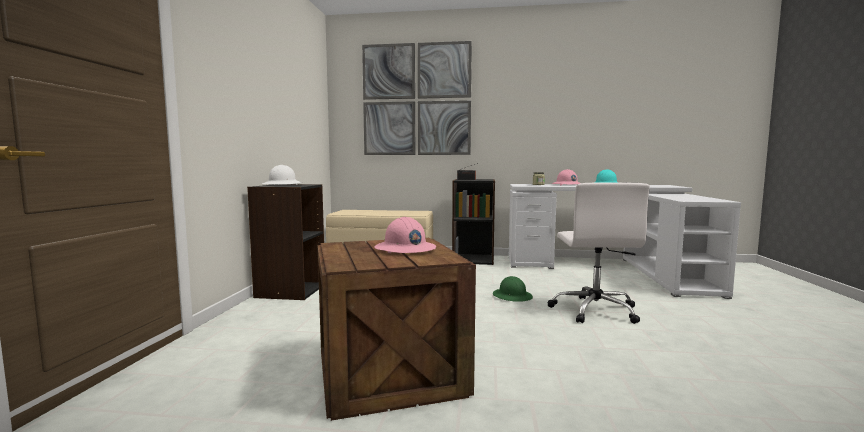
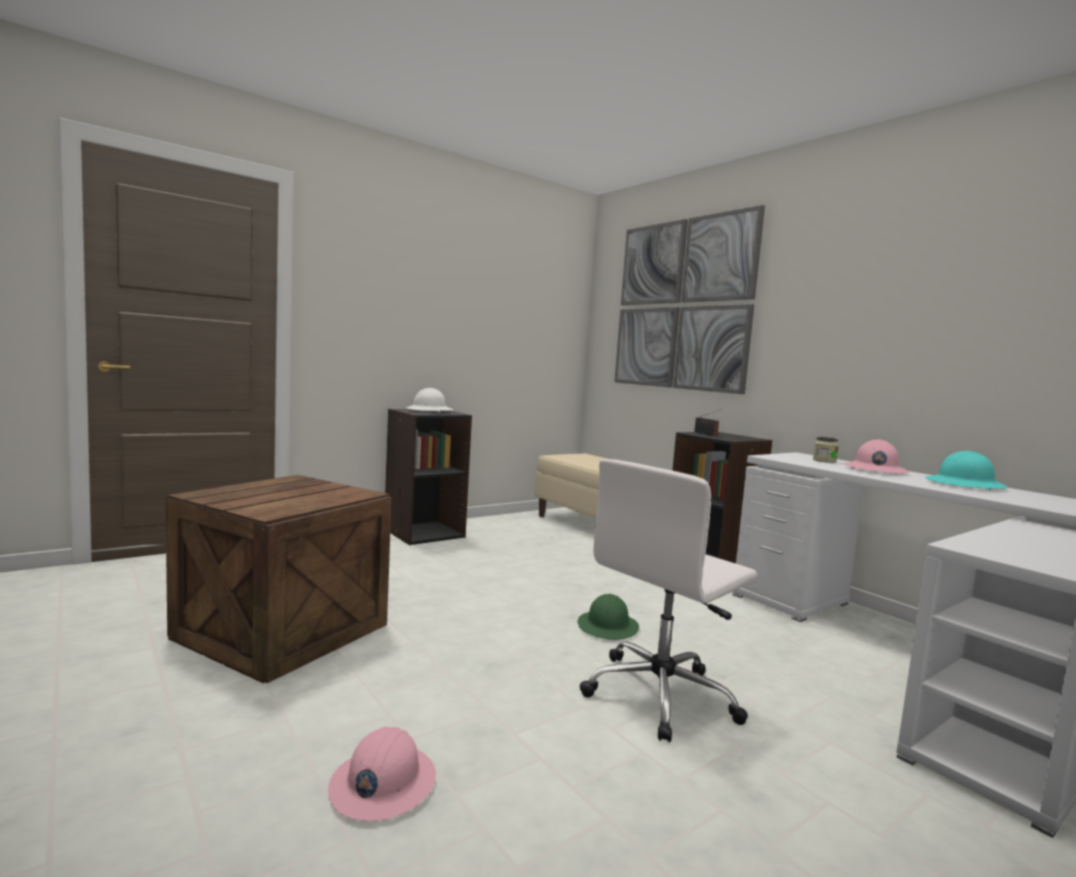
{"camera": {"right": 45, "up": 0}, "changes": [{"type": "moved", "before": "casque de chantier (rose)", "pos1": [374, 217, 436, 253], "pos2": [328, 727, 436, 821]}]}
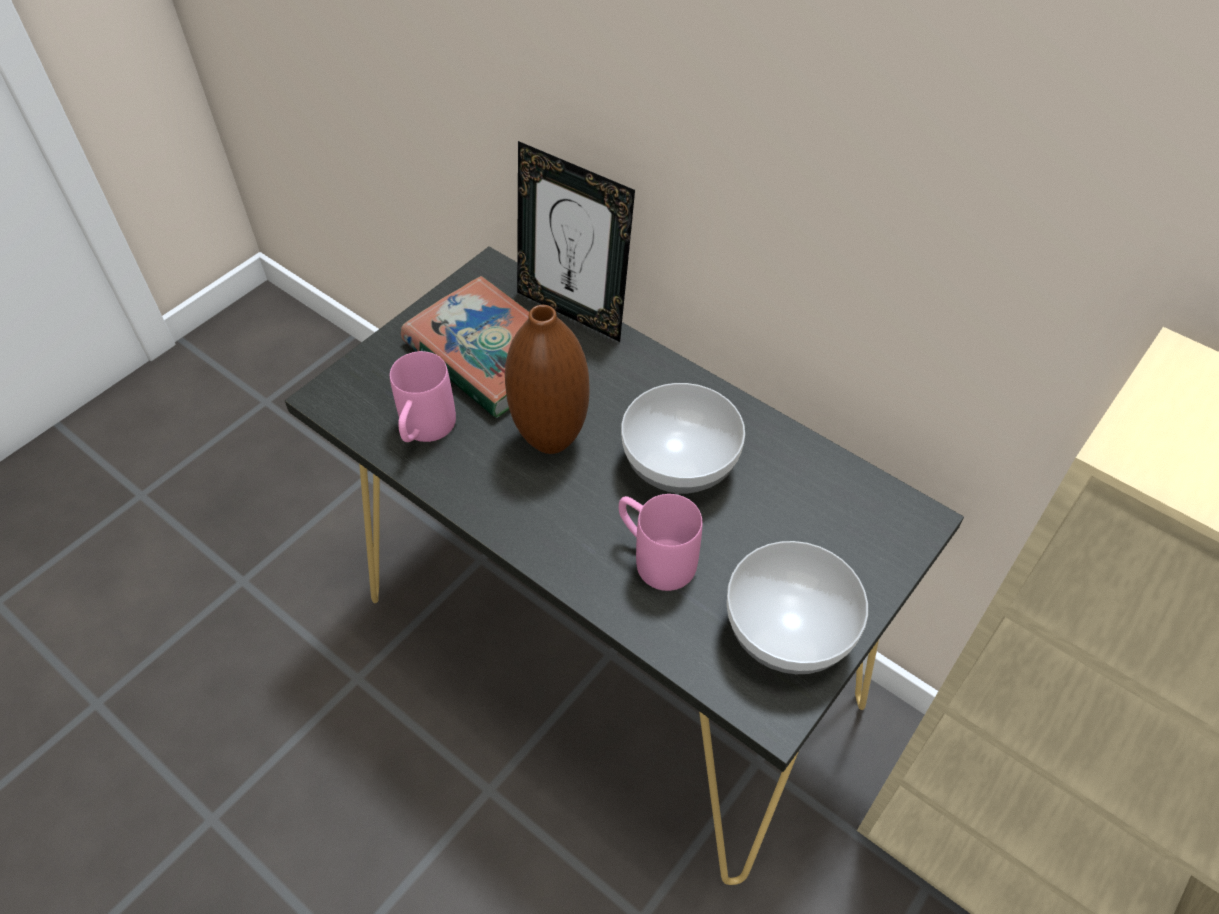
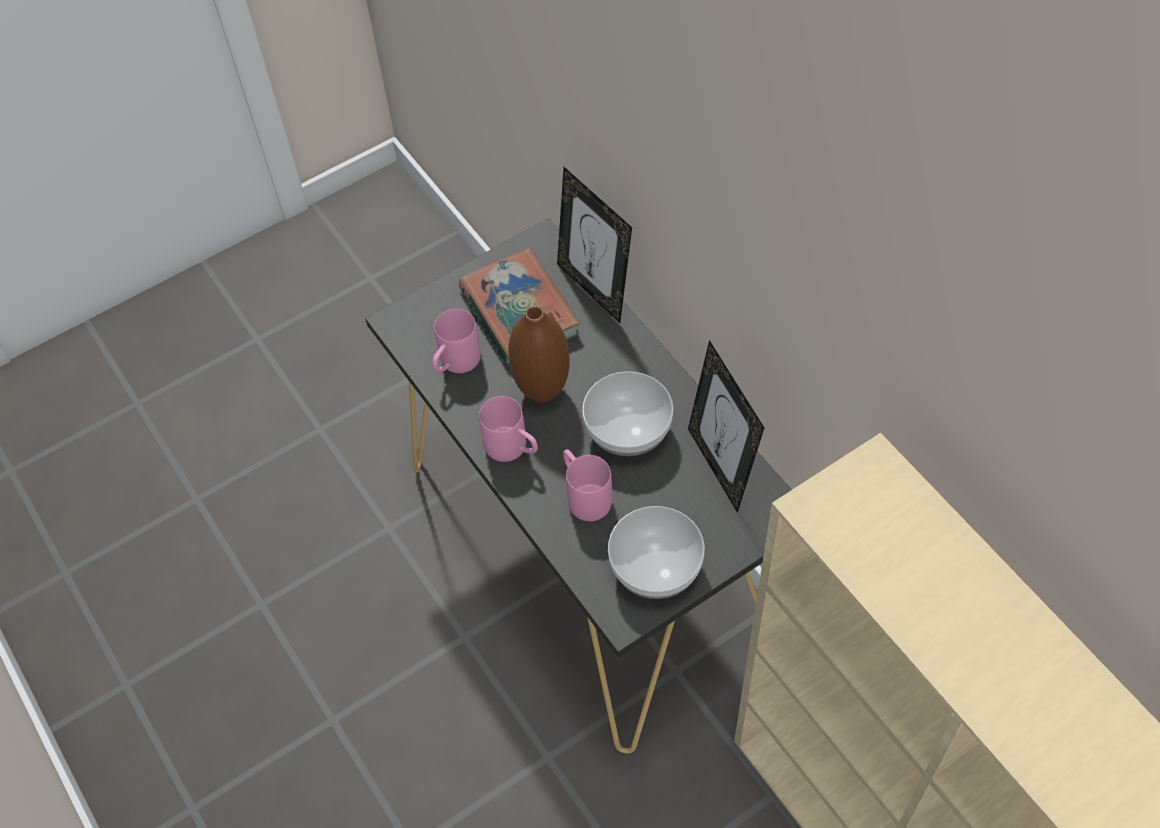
{"camera": {"right": 20, "up": 5}, "changes": [{"type": "added", "after": "mug (rose)", "pos2": [479, 396, 538, 462]}, {"type": "added", "after": "cadre photo", "pos2": [688, 340, 764, 513]}]}
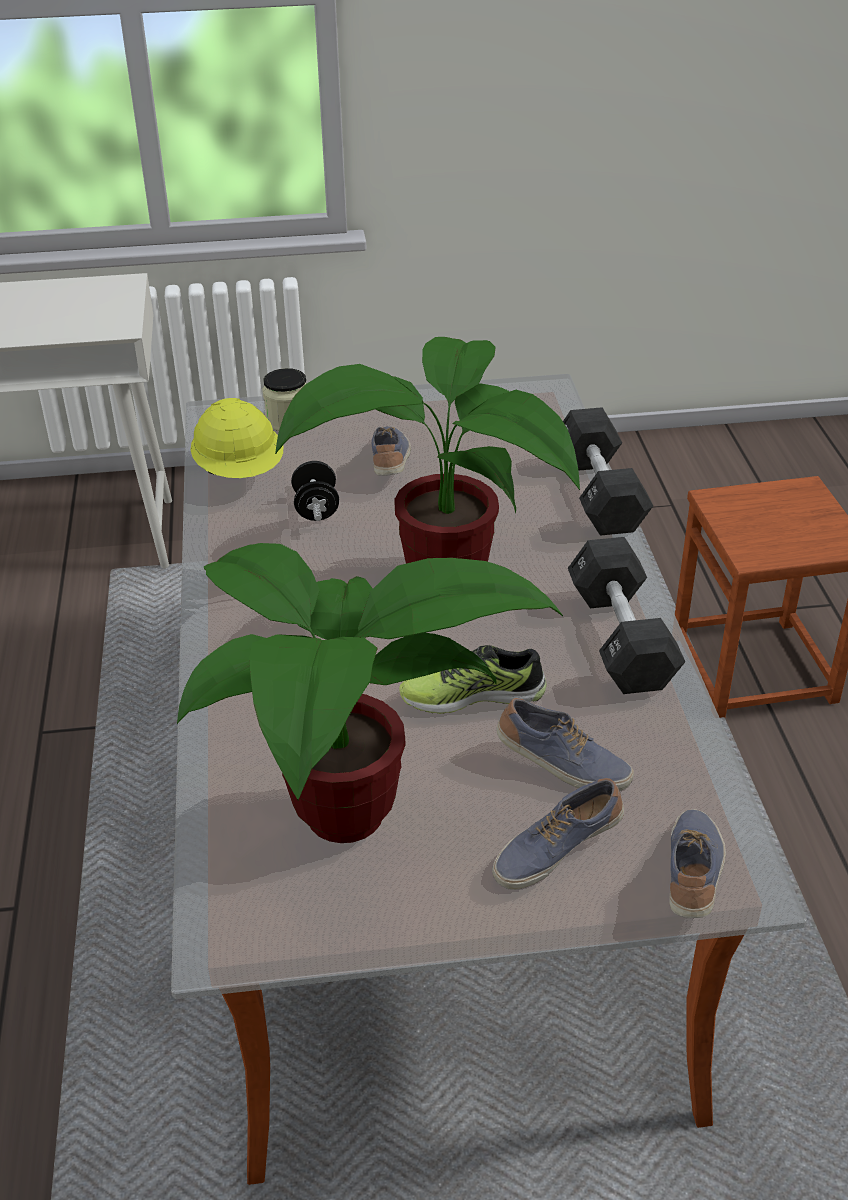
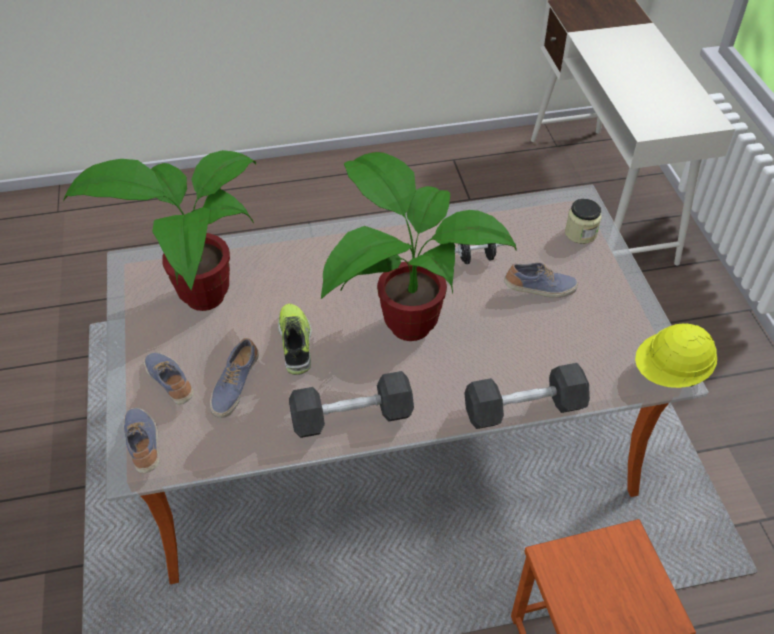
{"camera": {"right": 85, "up": 10}, "changes": [{"type": "moved", "before": "casque de chantier (jaune)", "pos1": [191, 398, 283, 478], "pos2": [635, 323, 717, 388]}, {"type": "turned", "before": "chaussure", "pos1": [669, 809, 726, 918], "pos2": [124, 408, 160, 473], "turn": -120}]}
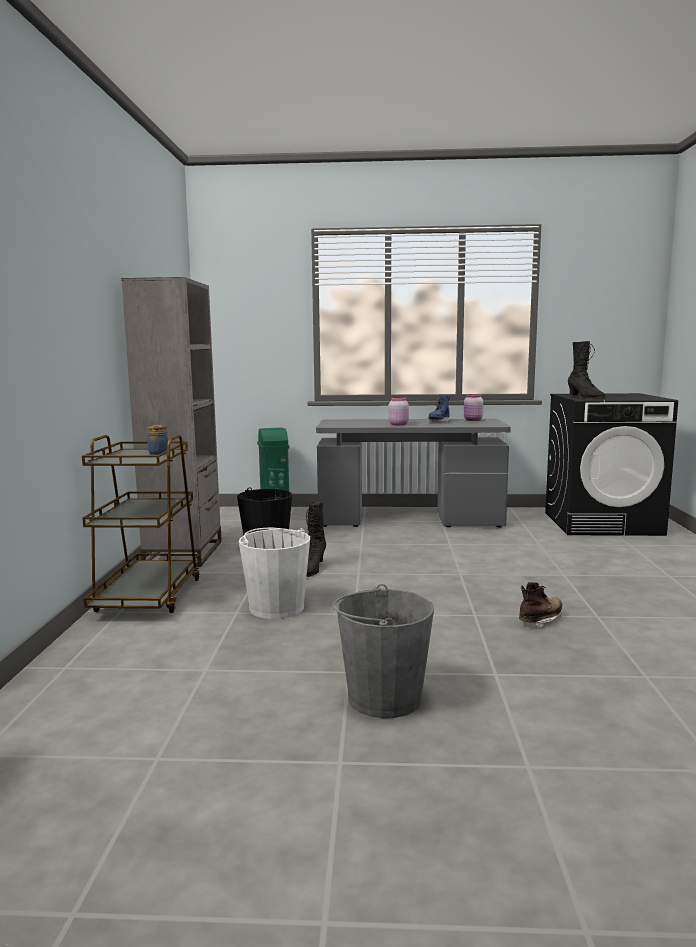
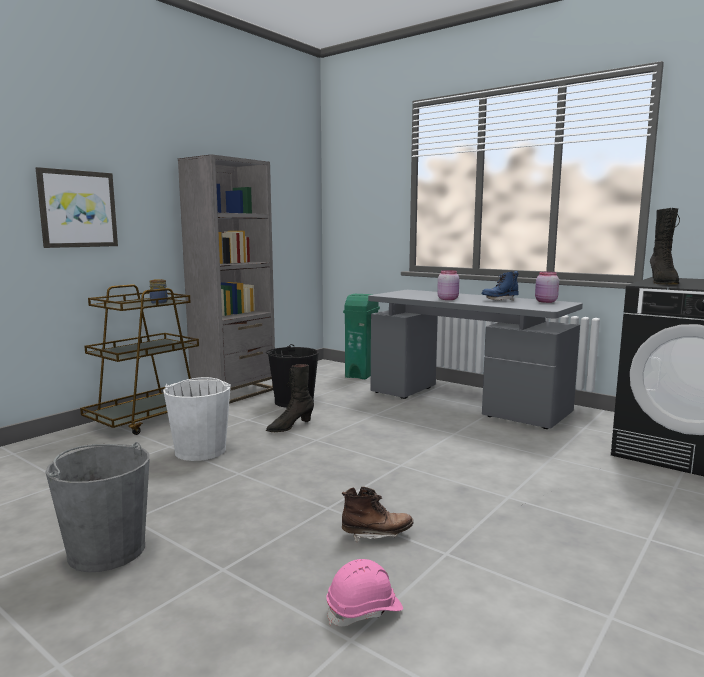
{"camera": {"right": 35, "up": 0}, "changes": [{"type": "added", "after": "tableau", "pos2": [36, 167, 118, 248]}, {"type": "added", "after": "casque de chantier (rose)", "pos2": [326, 559, 403, 626]}]}
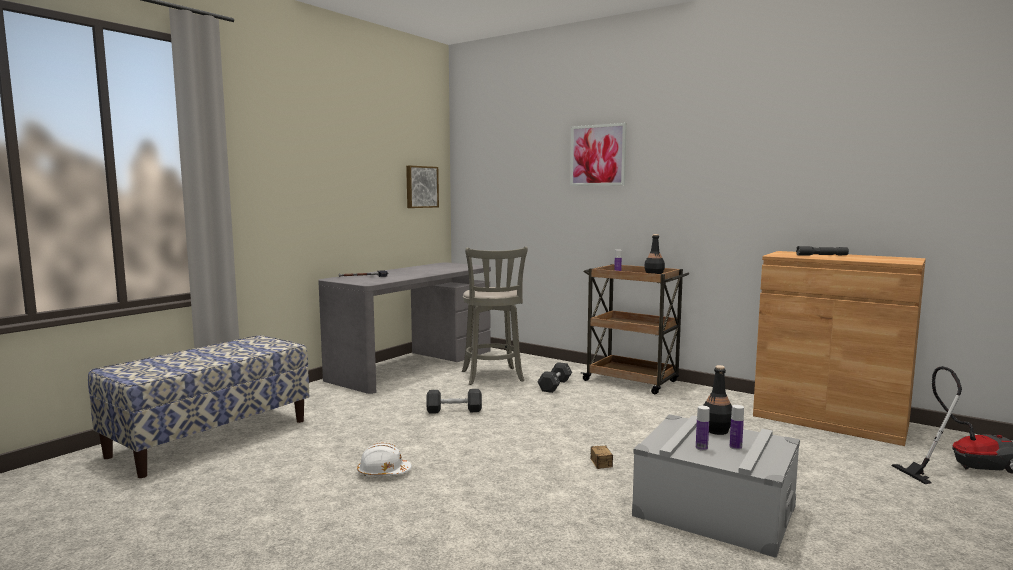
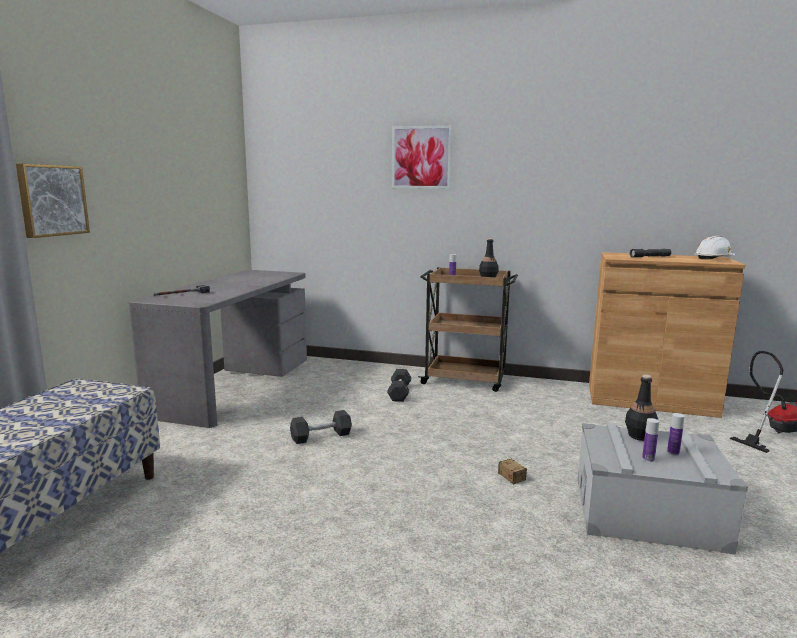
{"camera": {"right": -20, "up": 5}, "changes": [{"type": "moved", "before": "casque de chantier (blanc)", "pos1": [357, 443, 412, 476], "pos2": [694, 236, 736, 260]}, {"type": "moved", "before": "tableau", "pos1": [406, 166, 439, 208], "pos2": [16, 164, 90, 238]}, {"type": "removed", "before": "tabouret (gris)", "pos1": [462, 246, 528, 385]}]}
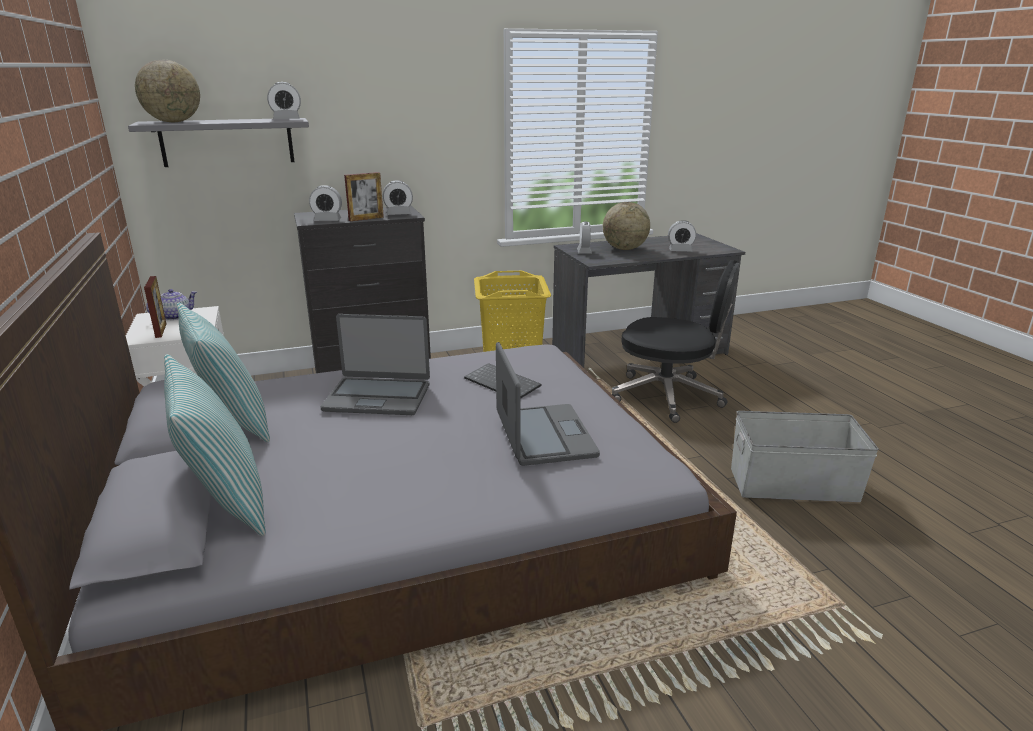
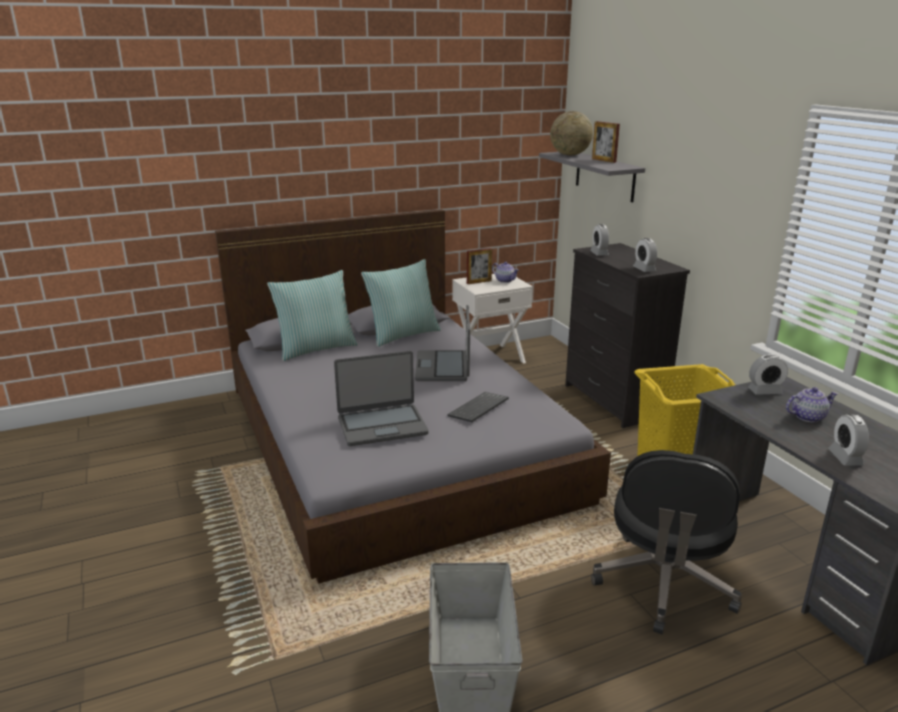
{"camera": {"right": 85, "up": 0}, "changes": [{"type": "removed", "before": "réveil", "pos1": [267, 82, 301, 119]}, {"type": "moved", "before": "cadre photo", "pos1": [344, 172, 384, 221], "pos2": [592, 121, 620, 163]}, {"type": "replaced", "before": "globe", "after": "théière", "pos1": [603, 202, 650, 250], "pos2": [786, 387, 838, 422]}]}
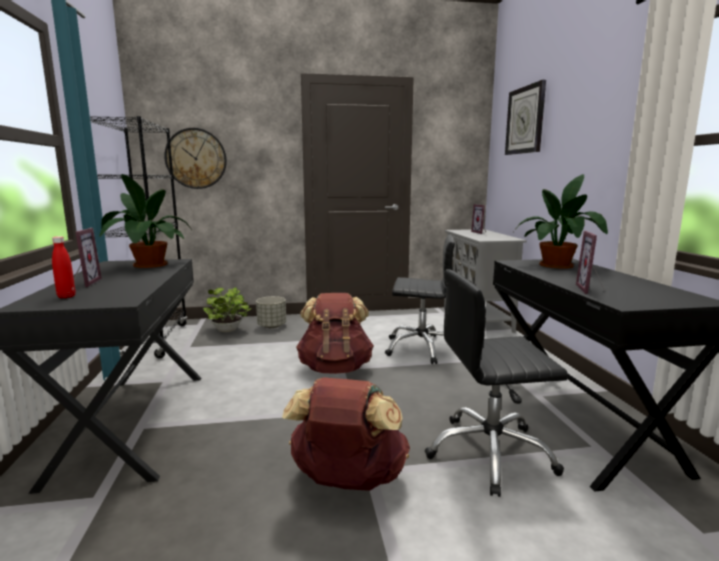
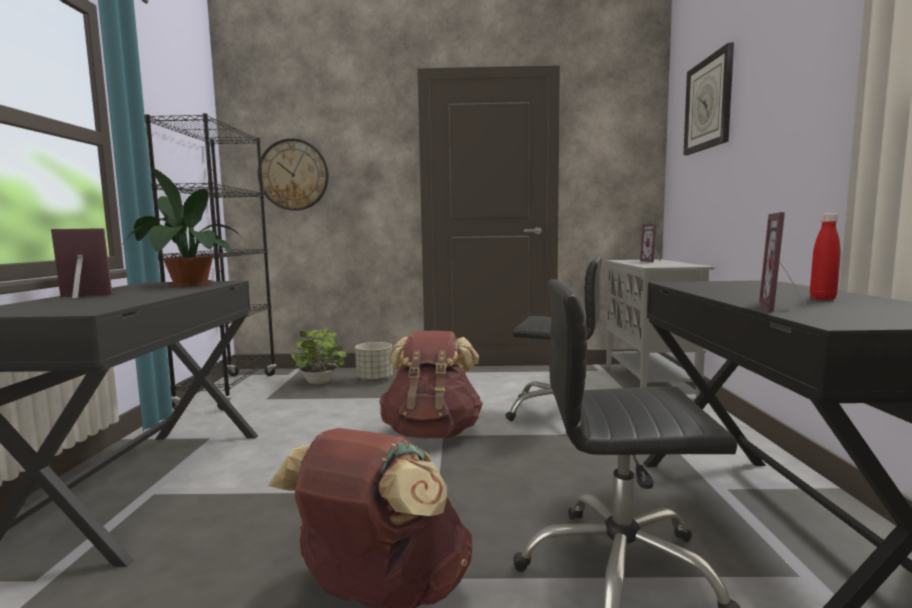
{"camera": {"right": 10, "up": -5}, "changes": [{"type": "moved", "before": "bouteille (rouge)", "pos1": [52, 236, 76, 298], "pos2": [810, 213, 841, 300]}, {"type": "turned", "before": "cadre photo", "pos1": [74, 228, 102, 287], "pos2": [51, 228, 112, 298], "turn": -105}, {"type": "removed", "before": "plante en pot", "pos1": [514, 174, 608, 269]}]}
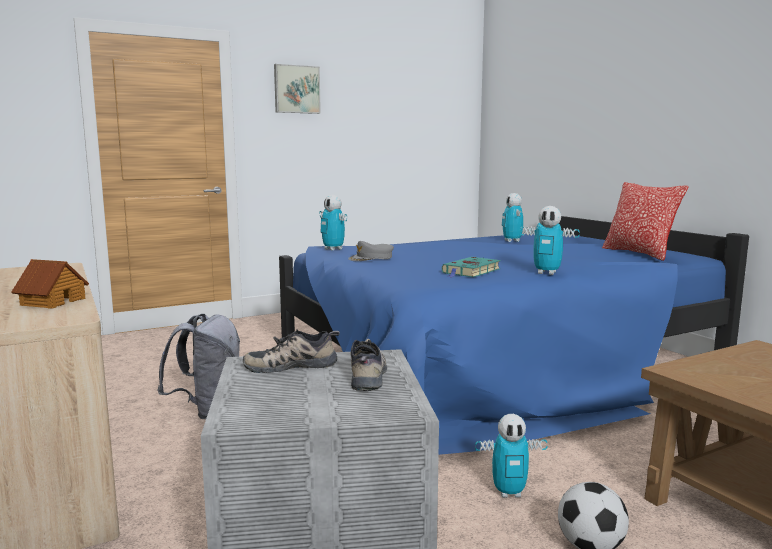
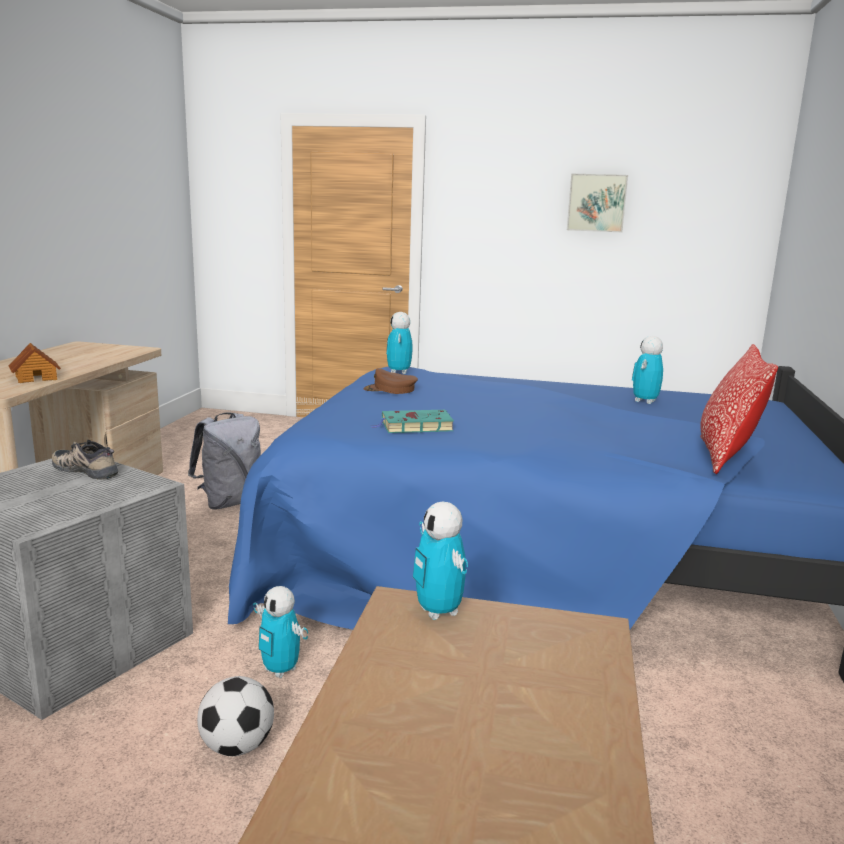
{"camera": {"right": 40, "up": 5}, "changes": [{"type": "moved", "before": "tableau", "pos1": [274, 64, 321, 114], "pos2": [567, 174, 628, 232]}, {"type": "recoloured", "before": "casquette (gris)", "after": "casquette (marron)", "pos1": [348, 241, 394, 261], "pos2": [363, 368, 418, 394]}, {"type": "removed", "before": "chaussure", "pos1": [350, 339, 387, 391]}, {"type": "moved", "before": "robot jouet", "pos1": [520, 206, 580, 275], "pos2": [413, 502, 468, 620]}]}
